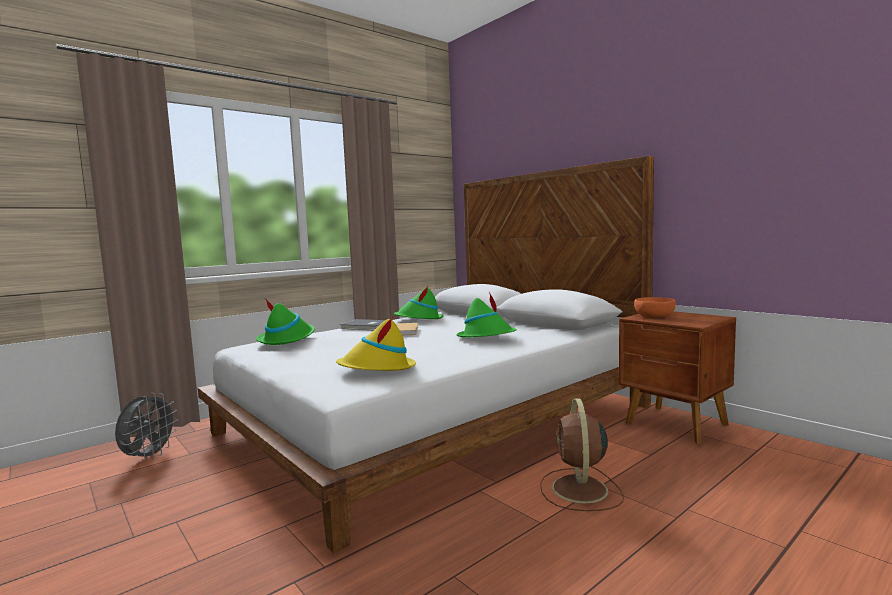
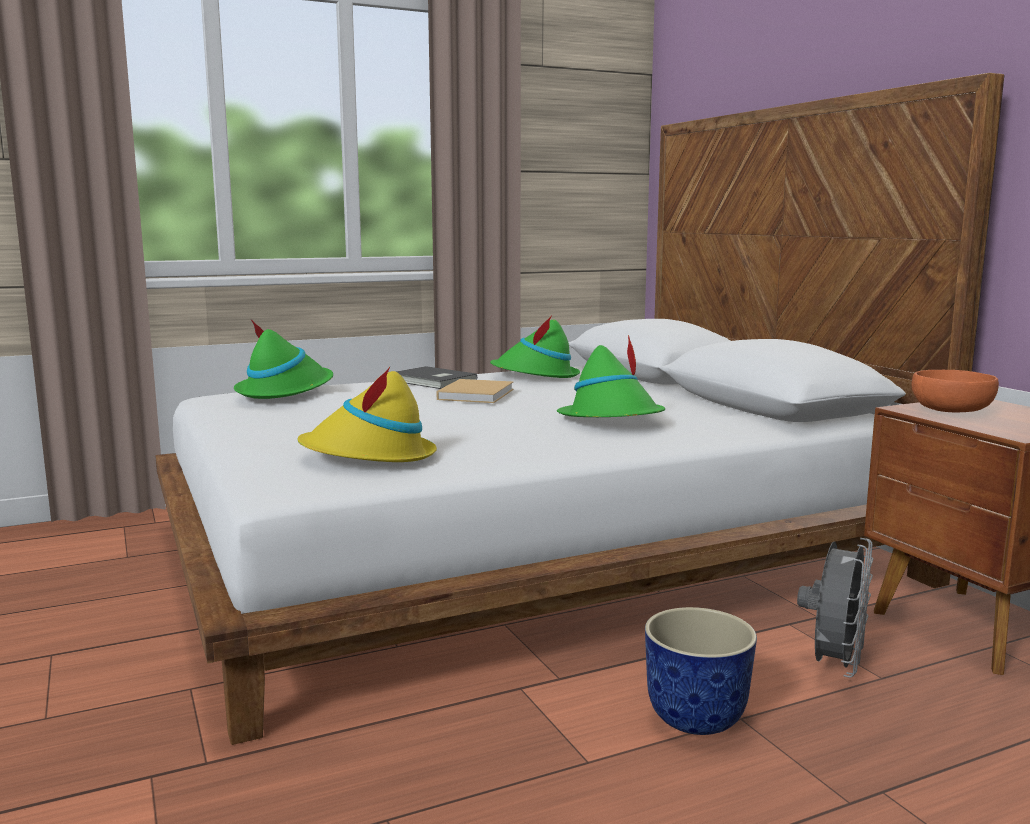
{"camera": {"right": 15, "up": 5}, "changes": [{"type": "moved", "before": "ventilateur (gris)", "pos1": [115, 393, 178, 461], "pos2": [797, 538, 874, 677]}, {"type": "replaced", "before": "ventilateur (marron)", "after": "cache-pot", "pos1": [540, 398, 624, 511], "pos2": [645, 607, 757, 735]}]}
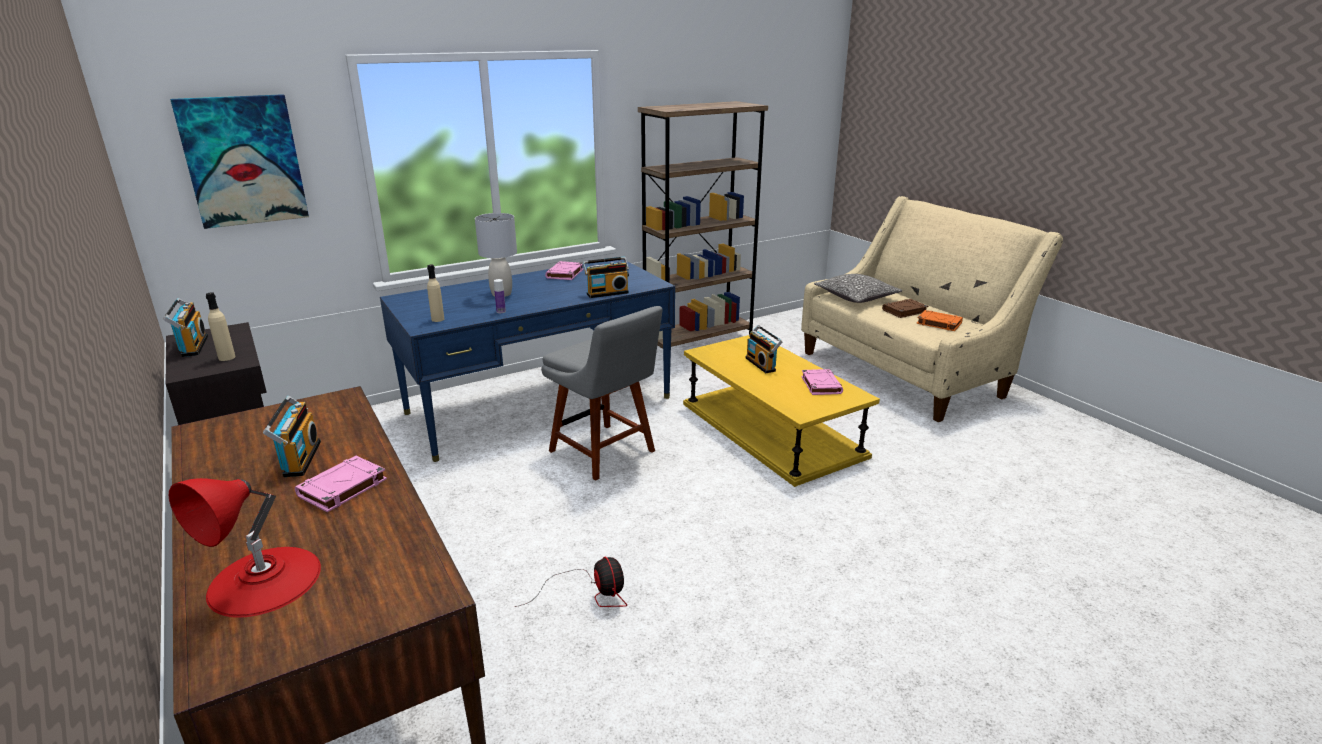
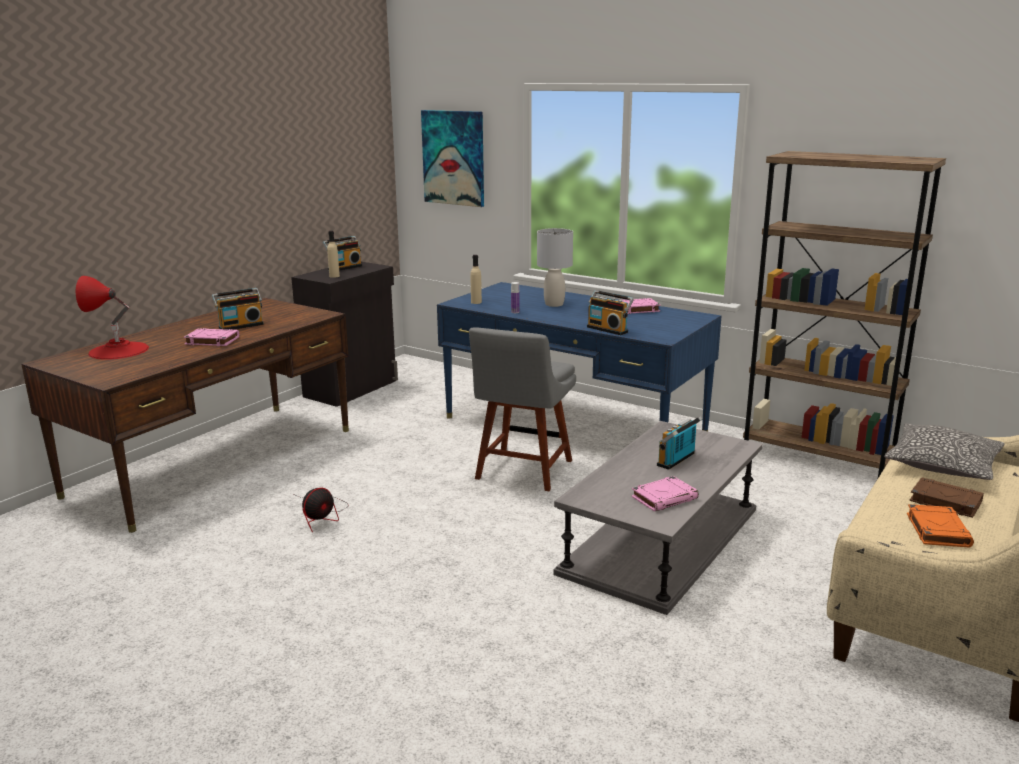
{"camera": {"right": 65, "up": -5}, "changes": [{"type": "recoloured", "before": "table basse (jaune)", "after": "table basse (gris)", "pos1": [683, 335, 880, 487], "pos2": [553, 421, 763, 615]}]}
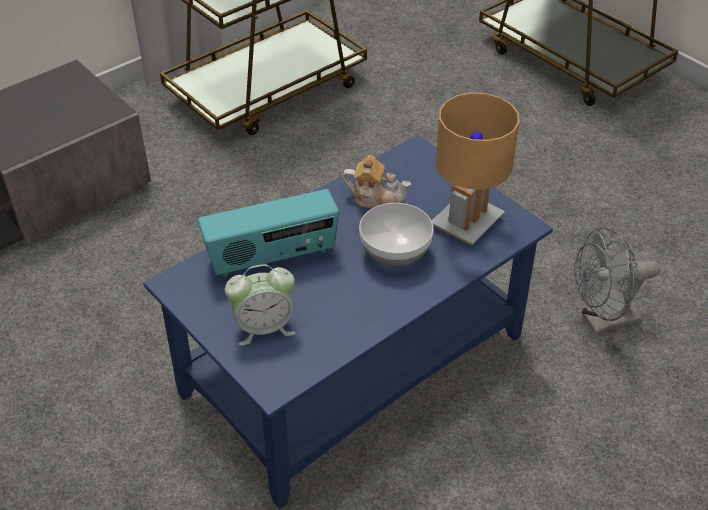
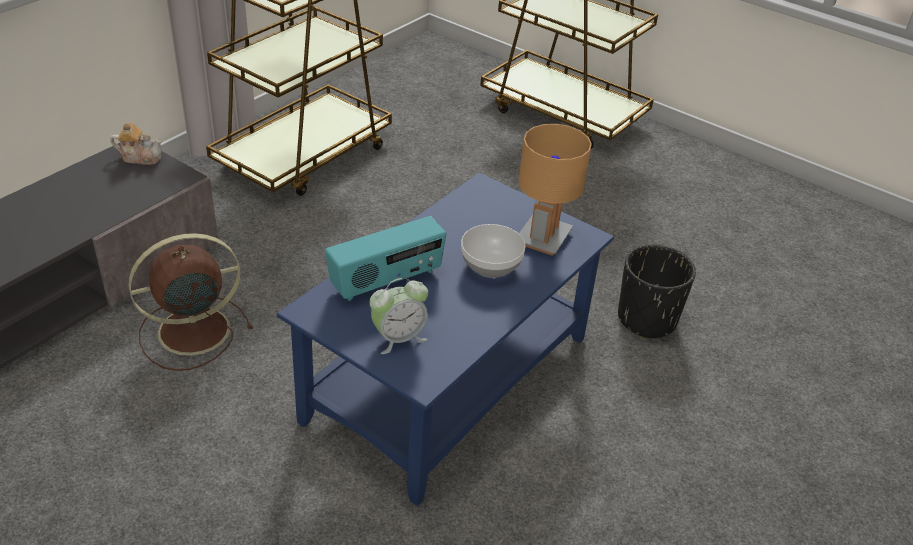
{"camera": {"right": -15, "up": -5}, "changes": [{"type": "moved", "before": "théière", "pos1": [342, 155, 411, 208], "pos2": [110, 122, 162, 165]}, {"type": "replaced", "before": "ventilateur (gris)", "after": "cache-pot (noir)", "pos1": [574, 227, 660, 334], "pos2": [618, 244, 696, 339]}, {"type": "added", "after": "ventilateur (marron)", "pos2": [128, 233, 253, 371]}]}
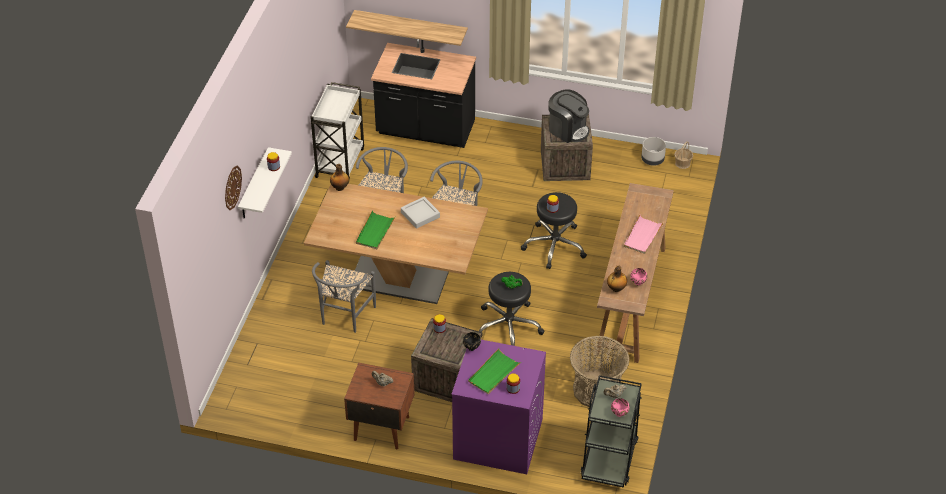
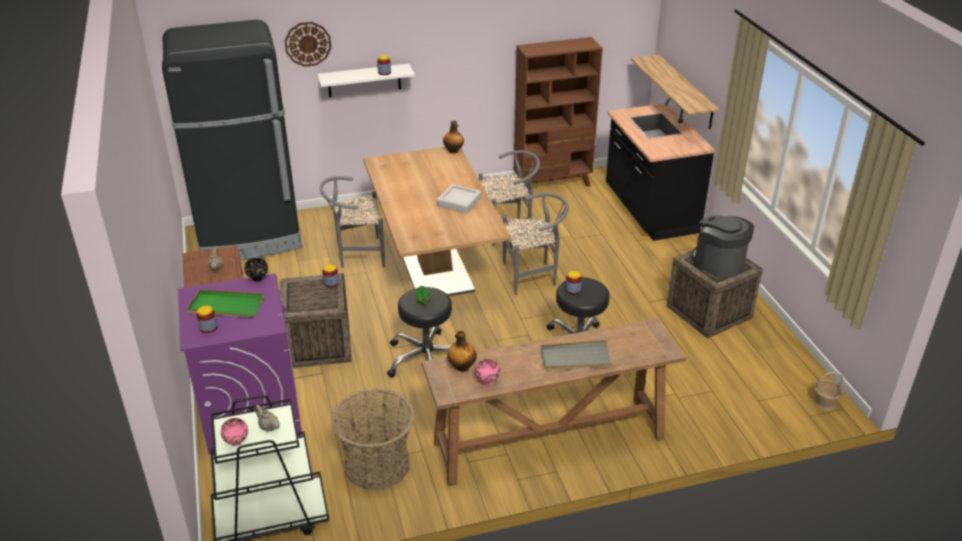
{"camera": {"right": 60, "up": -10}, "changes": [{"type": "replaced", "before": "chariot (blanc)", "after": "bibliothèque (marron)", "pos1": [310, 82, 364, 179], "pos2": [514, 37, 603, 188]}, {"type": "removed", "before": "plateau (vert)", "pos1": [356, 211, 396, 249]}, {"type": "turned", "before": "machine à café", "pos1": [548, 89, 589, 143], "pos2": [691, 215, 754, 278], "turn": 135}, {"type": "recoloured", "before": "plateau (rose)", "after": "plateau (gris)", "pos1": [624, 215, 664, 254], "pos2": [541, 340, 614, 371]}, {"type": "removed", "before": "cache-pot (gris)", "pos1": [641, 137, 666, 165]}, {"type": "added", "after": "réfrigérateur (noir)", "pos2": [162, 20, 302, 260]}]}
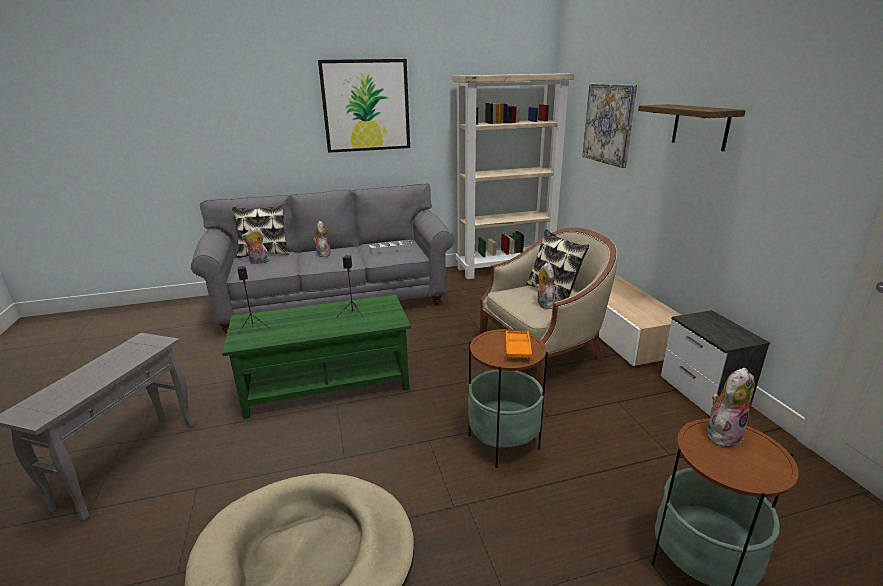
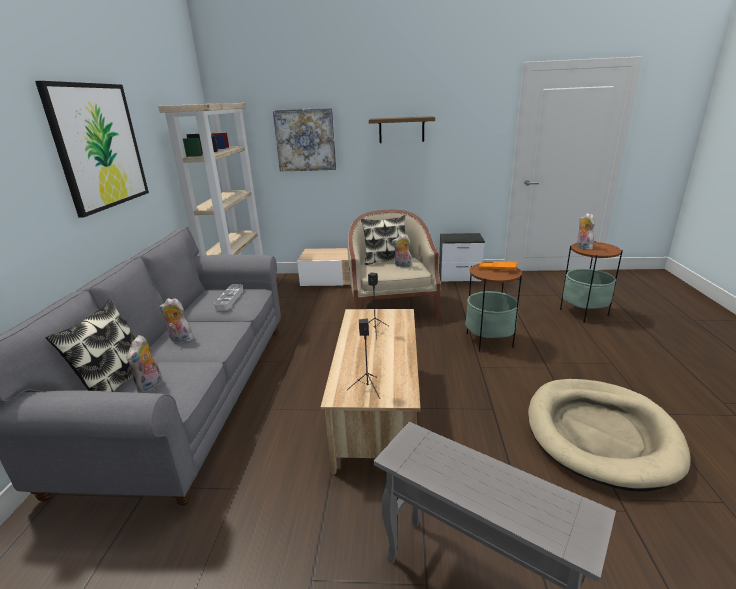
{"camera": {"right": -70, "up": 0}, "changes": [{"type": "recoloured", "before": "table basse (vert)", "after": "table basse (beige)", "pos1": [222, 295, 411, 419], "pos2": [321, 309, 421, 474]}]}
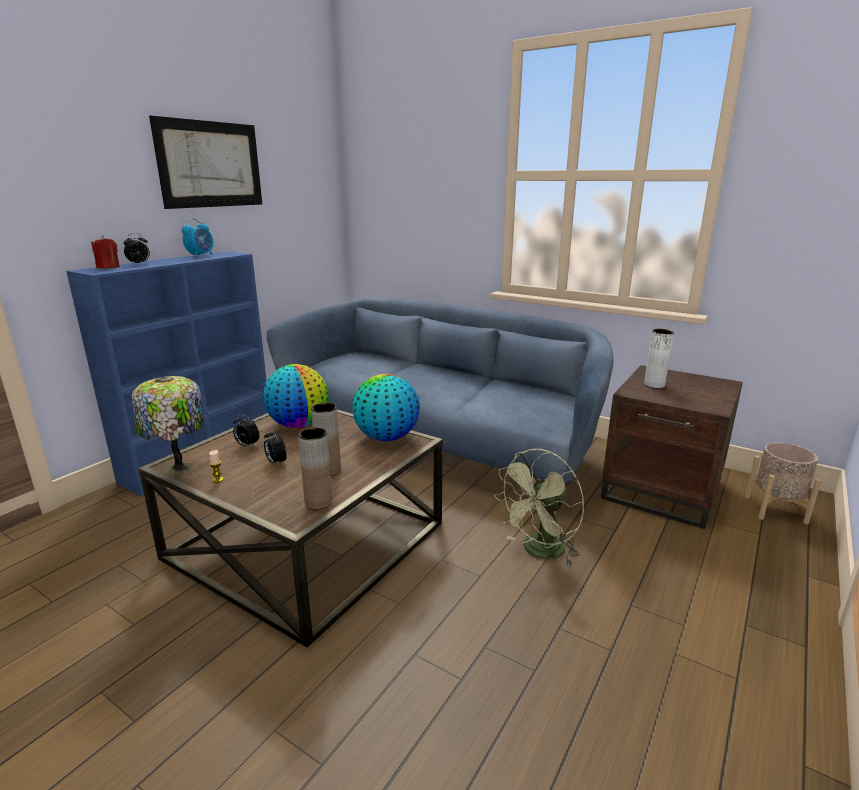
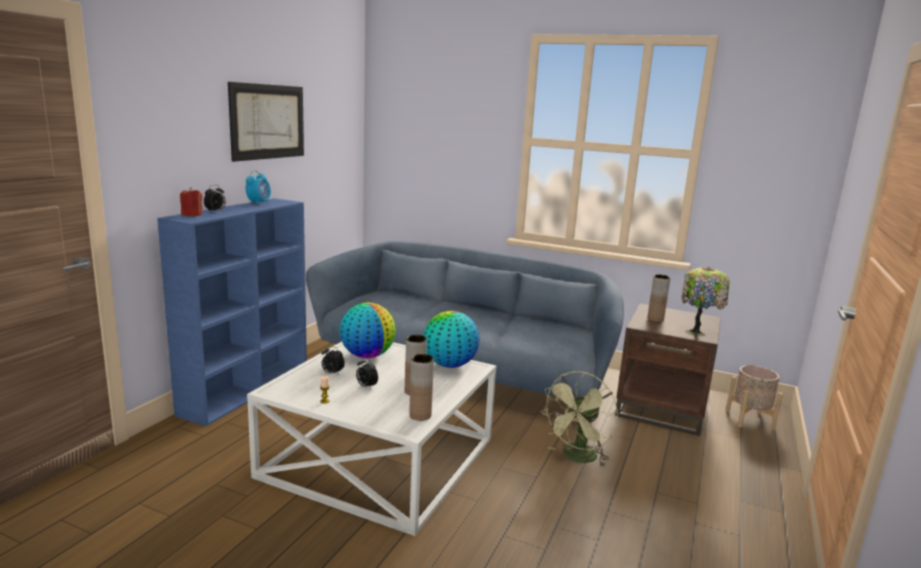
{"camera": {"right": -10, "up": -5}, "changes": [{"type": "moved", "before": "lampe de table", "pos1": [131, 376, 205, 477], "pos2": [682, 267, 729, 337]}, {"type": "recoloured", "before": "table basse (marron)", "after": "table basse (blanc)", "pos1": [138, 409, 443, 647], "pos2": [247, 342, 496, 536]}, {"type": "recoloured", "before": "vase (blanc)", "after": "vase (marron)", "pos1": [644, 329, 674, 388], "pos2": [647, 274, 670, 322]}]}
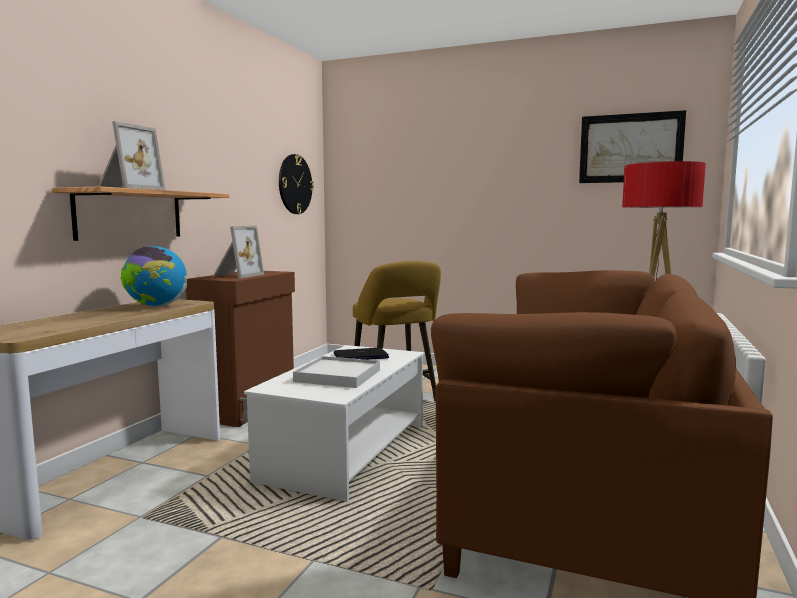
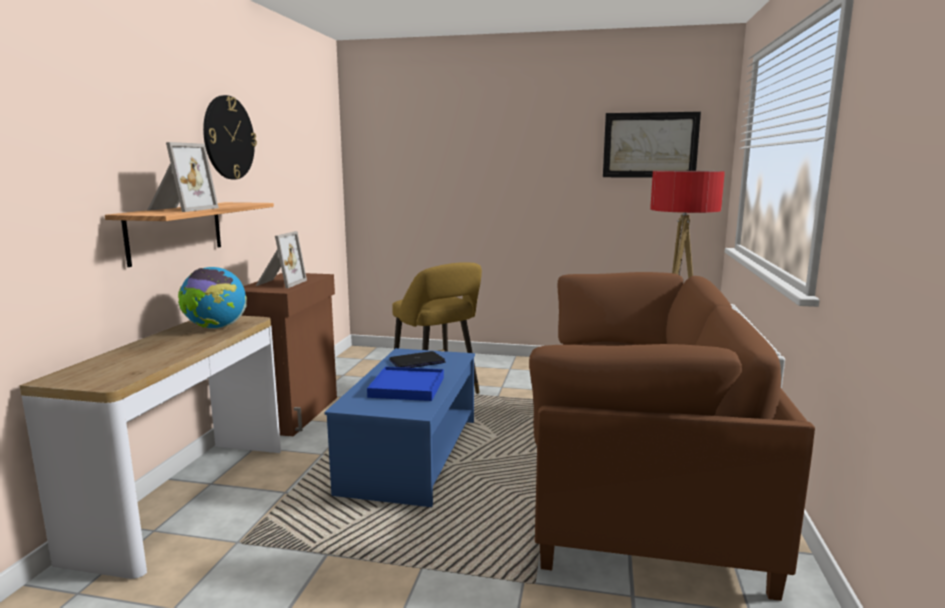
{"camera": {"right": -10, "up": 5}, "changes": [{"type": "recoloured", "before": "table basse (blanc)", "after": "table basse (bleu)", "pos1": [244, 345, 424, 502], "pos2": [325, 348, 475, 507]}, {"type": "moved", "before": "horloge murale", "pos1": [279, 154, 314, 214], "pos2": [203, 95, 257, 179]}, {"type": "recoloured", "before": "plateau (blanc)", "after": "plateau (bleu)", "pos1": [293, 356, 380, 388], "pos2": [367, 367, 444, 401]}]}
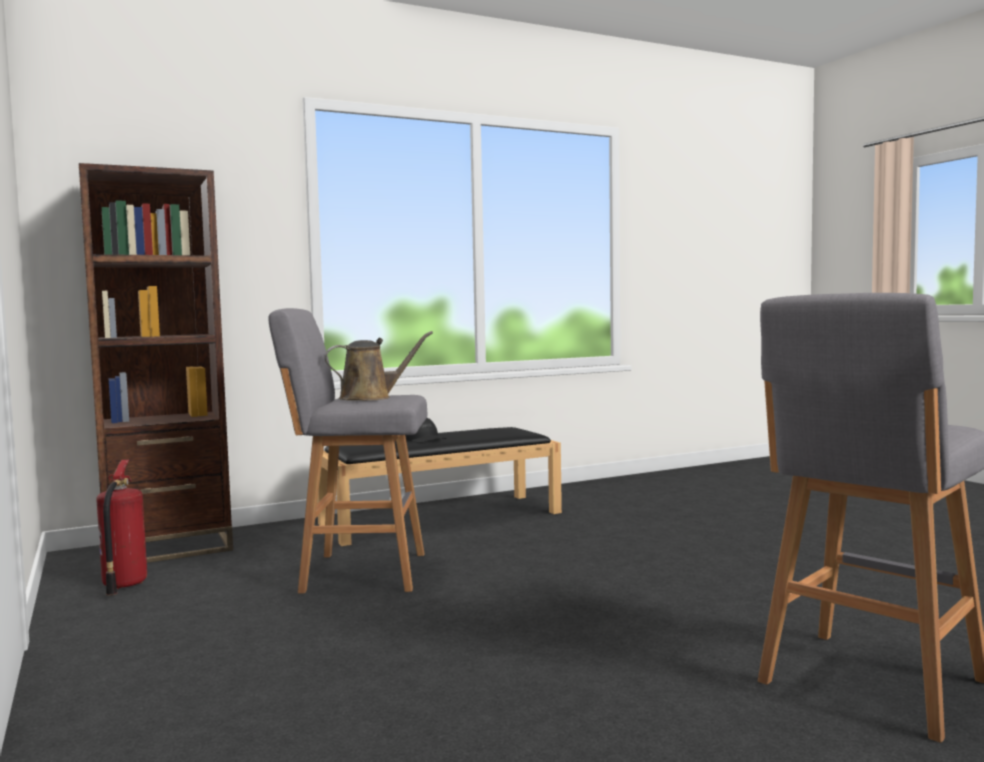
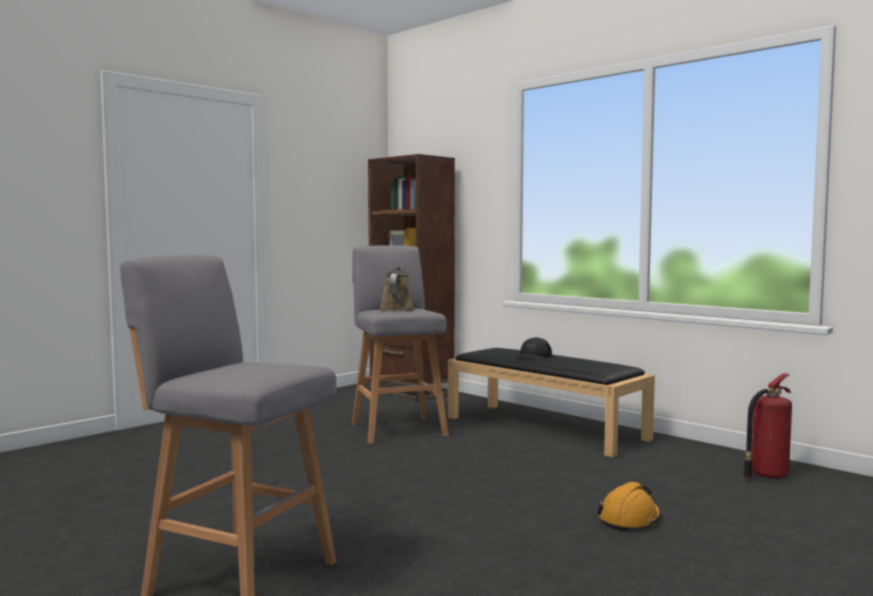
{"camera": {"right": 70, "up": 0}, "changes": [{"type": "moved", "before": "extincteur", "pos1": [96, 460, 147, 596], "pos2": [743, 373, 792, 479]}, {"type": "turned", "before": "arrosoir (marron)", "pos1": [325, 331, 433, 400], "pos2": [379, 264, 414, 311], "turn": -135}, {"type": "added", "after": "casque de chantier (orange)", "pos2": [597, 482, 661, 531]}]}
